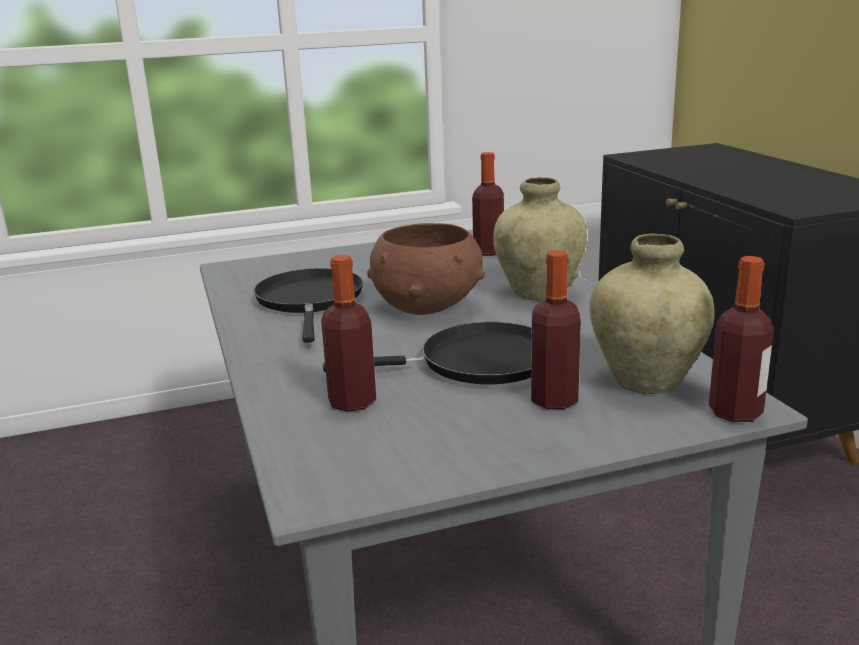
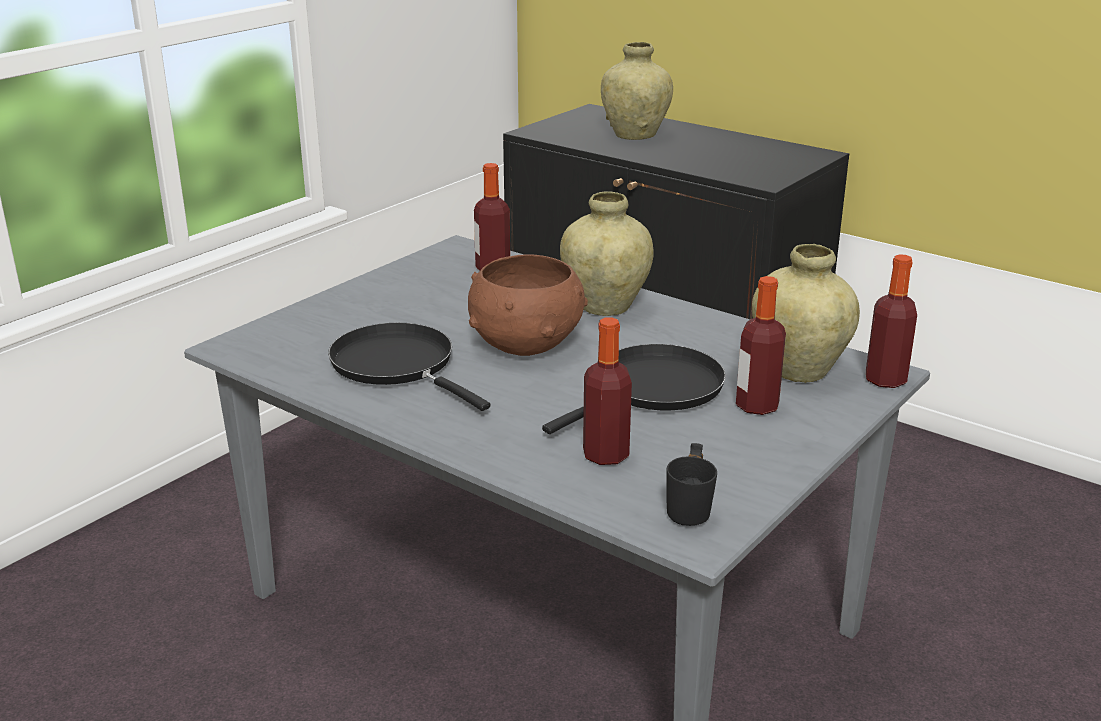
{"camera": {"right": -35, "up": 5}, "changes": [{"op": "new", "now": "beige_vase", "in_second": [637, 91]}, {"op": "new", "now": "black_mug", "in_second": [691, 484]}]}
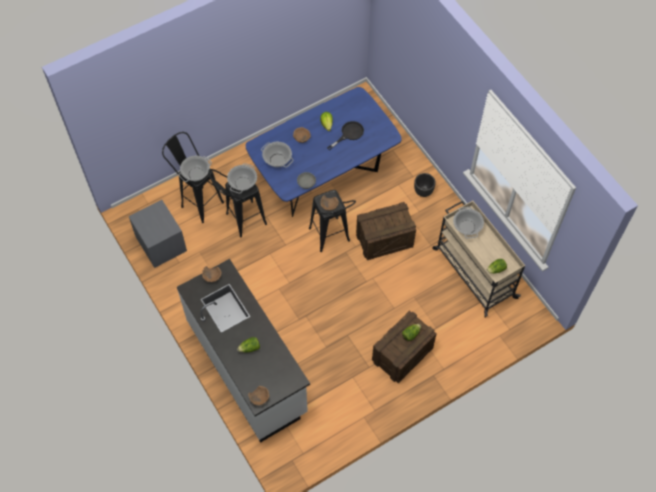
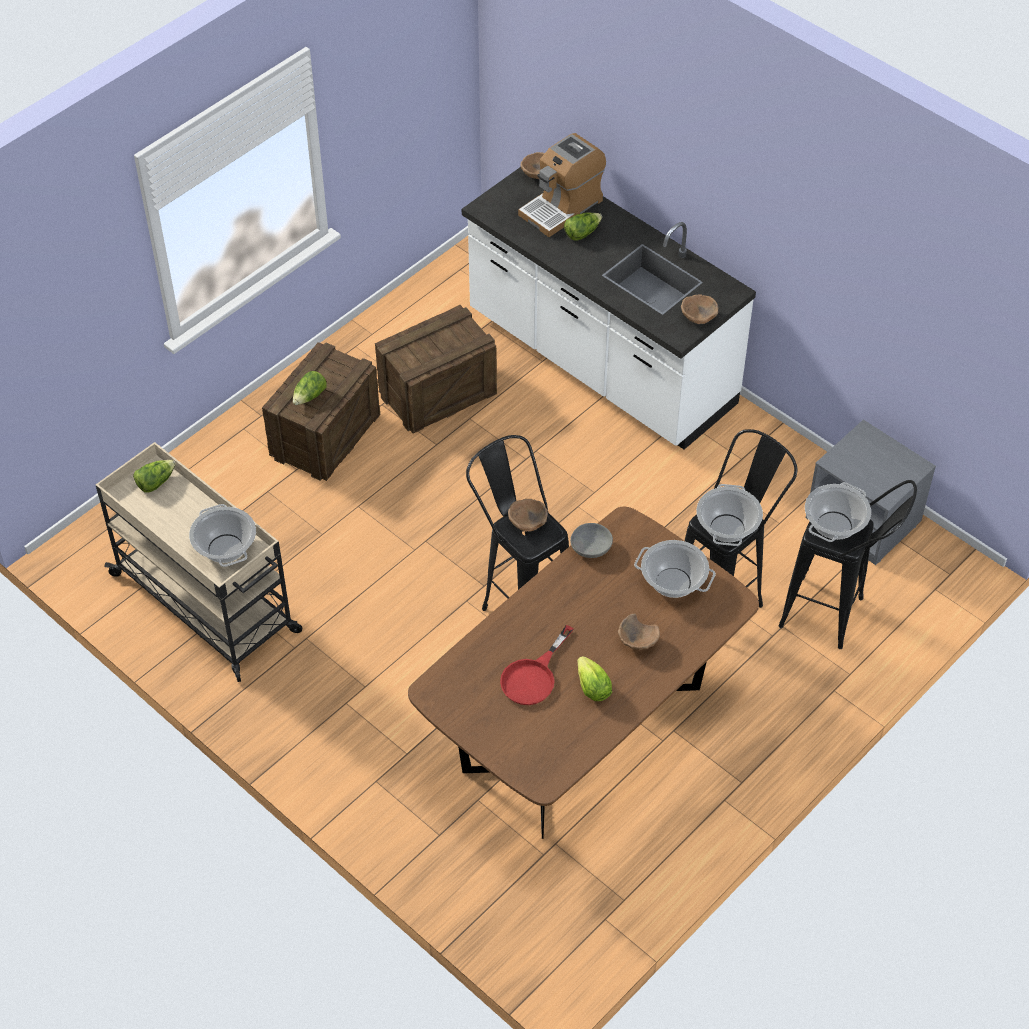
{"camera": {"right": 165, "up": -10}, "changes": [{"op": "repainted", "was": "blue_dining_table", "now": "brown_dining_table", "in_first": [324, 152], "in_second": [583, 673]}, {"op": "repainted", "was": "black_frying_pan", "now": "red_frying_pan", "in_first": [345, 135], "in_second": [536, 665]}, {"op": "gone", "was": "black_planter", "in_first": [425, 185]}, {"op": "shifted", "was": "crate", "in_first": [386, 231], "in_second": [436, 369]}, {"op": "new", "now": "coffee_machine", "in_second": [562, 185]}]}
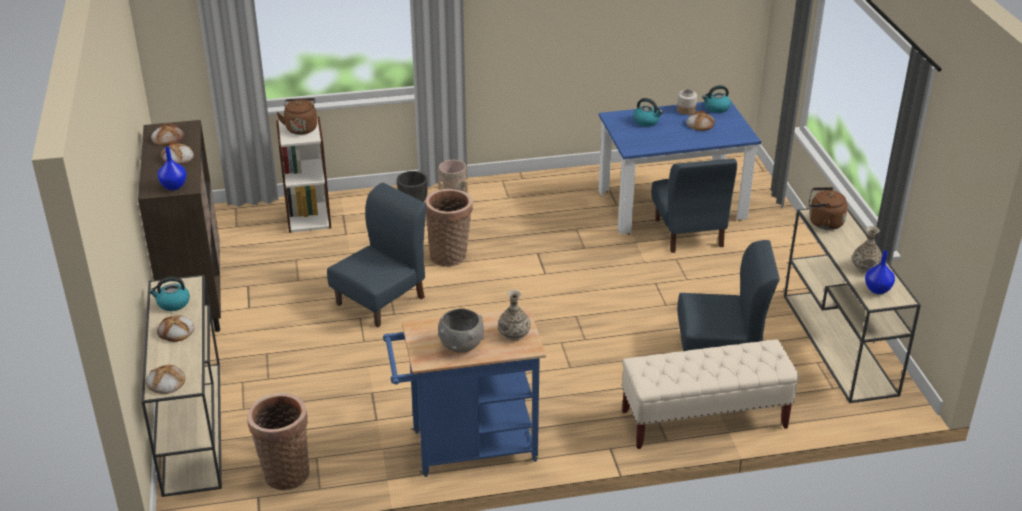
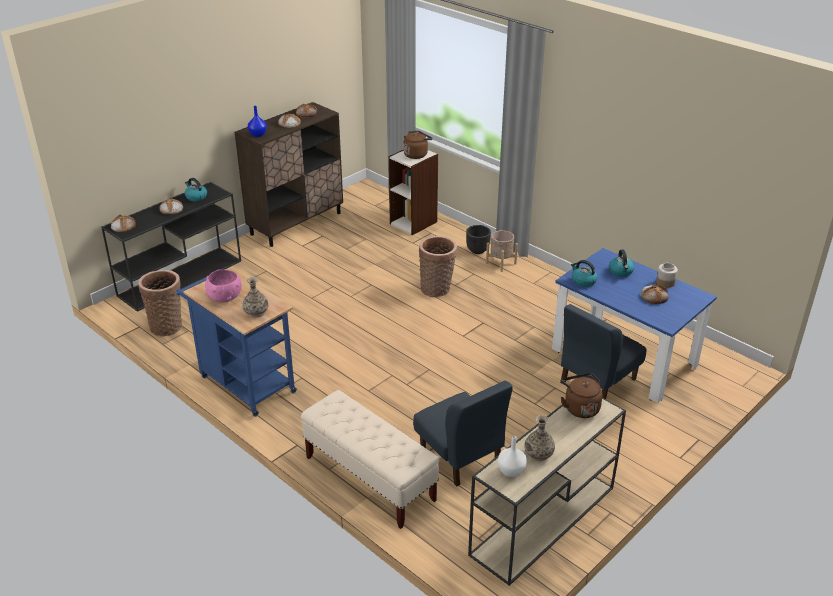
{"camera": {"right": 55, "up": 0}, "changes": [{"op": "shifted", "was": "kettle", "in_first": [716, 99], "in_second": [584, 273]}, {"op": "gone", "was": "blue_chair", "in_first": [376, 255]}, {"op": "repainted", "was": "blue_vase", "now": "white_vase", "in_first": [880, 272], "in_second": [512, 456]}, {"op": "repainted", "was": "beige_console_table", "now": "black_console_table", "in_first": [181, 386], "in_second": [171, 247]}, {"op": "repainted", "was": "grey_bowl", "now": "pink_bowl", "in_first": [461, 330], "in_second": [223, 286]}]}
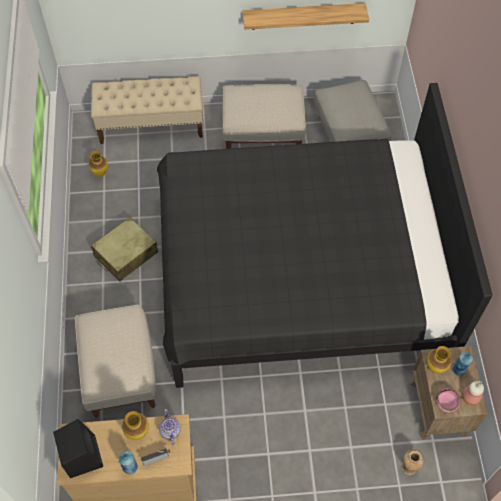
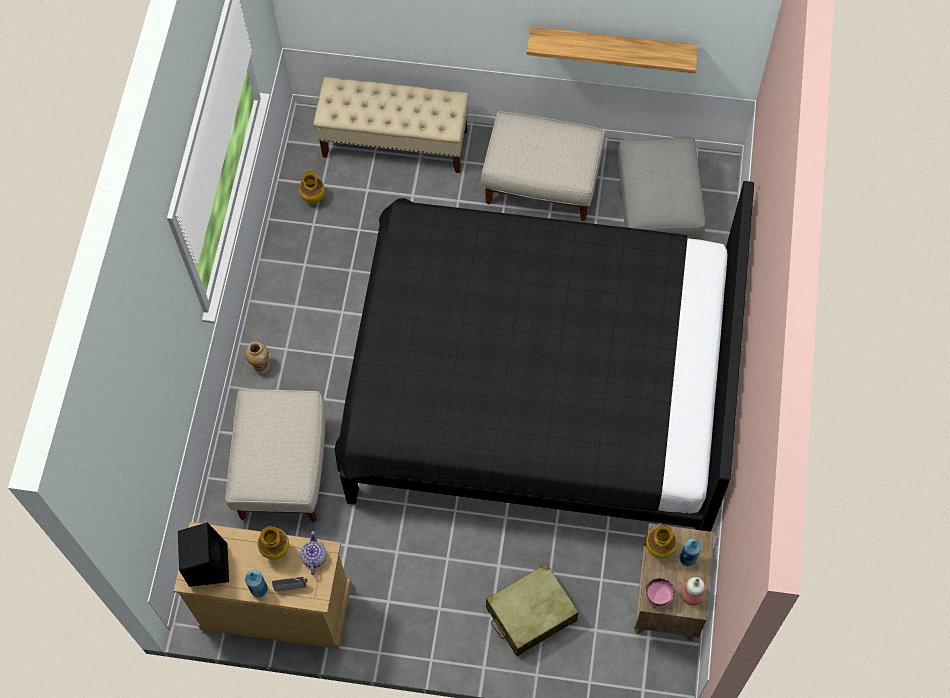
{"camera": {"right": 15, "up": 5}, "changes": [{"op": "shifted", "was": "beige_suitcase", "in_first": [124, 249], "in_second": [532, 609]}, {"op": "shifted", "was": "vase", "in_first": [413, 462], "in_second": [257, 357]}]}
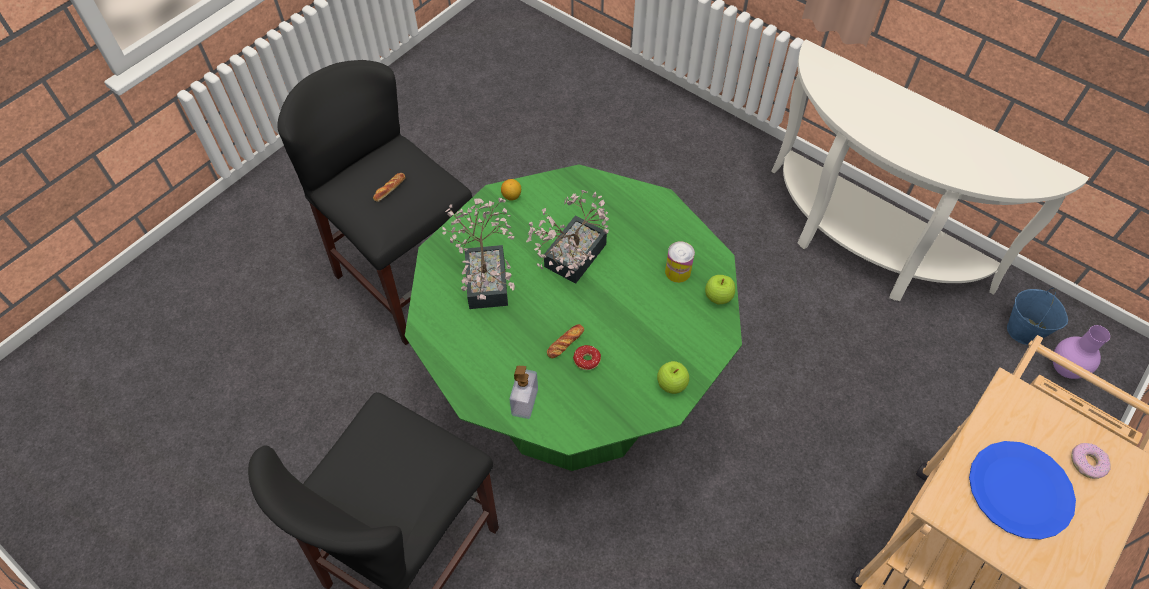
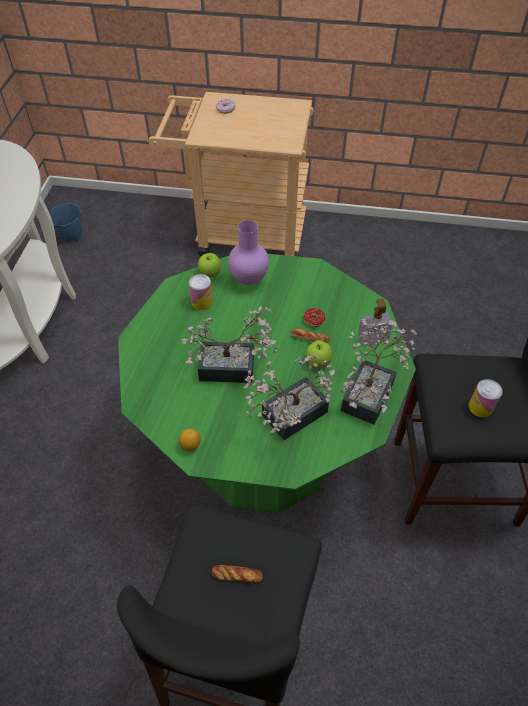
{"camera": {"right": -120, "up": -5}, "changes": [{"op": "shifted", "was": "purple_vase", "in_first": [1081, 352], "in_second": [248, 252]}, {"op": "shifted", "was": "apple", "in_first": [673, 377], "in_second": [319, 354]}, {"op": "gone", "was": "blue_plate", "in_first": [1022, 490]}, {"op": "new", "now": "potted_plant", "in_second": [379, 370]}, {"op": "new", "now": "can", "in_second": [486, 398]}]}
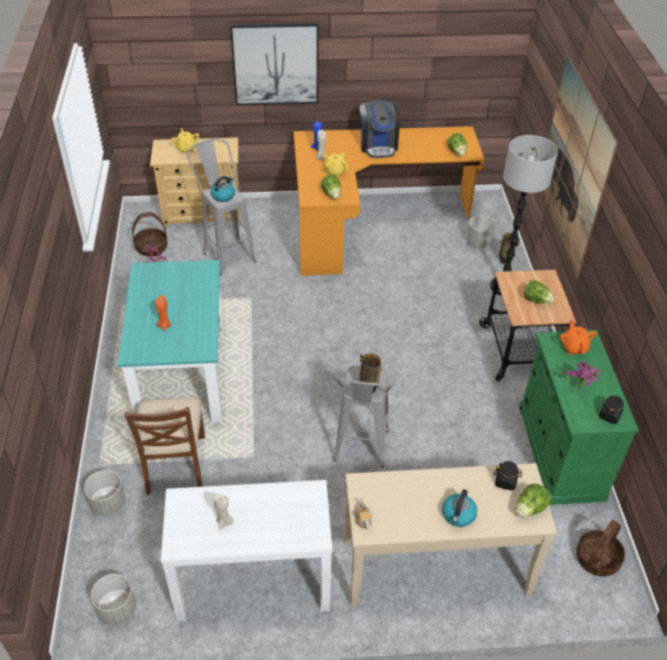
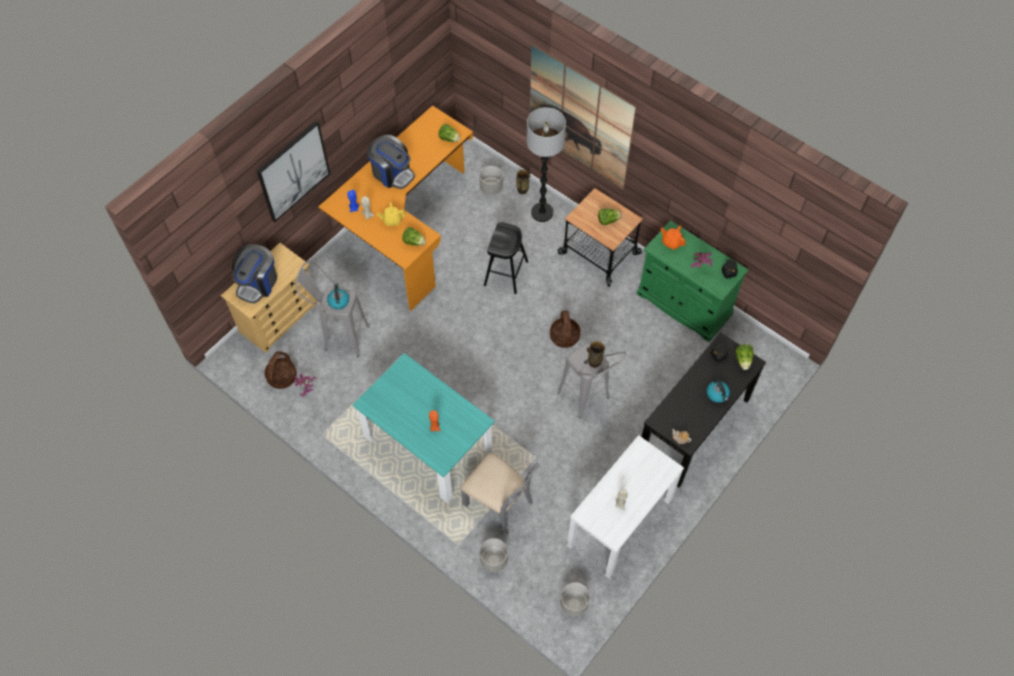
{"camera": {"right": -45, "up": 15}, "changes": [{"op": "swapped", "was": "yellow_teapot", "now": "coffee_machine", "in_first": [185, 141], "in_second": [254, 274]}, {"op": "repainted", "was": "brown_chair", "now": "grey_chair", "in_first": [165, 446], "in_second": [500, 494]}, {"op": "repainted", "was": "beige_console_table", "now": "black_console_table", "in_first": [450, 535], "in_second": [703, 410]}, {"op": "shifted", "was": "basket", "in_first": [601, 548], "in_second": [565, 329]}, {"op": "new", "now": "black_stool", "in_second": [506, 258]}]}
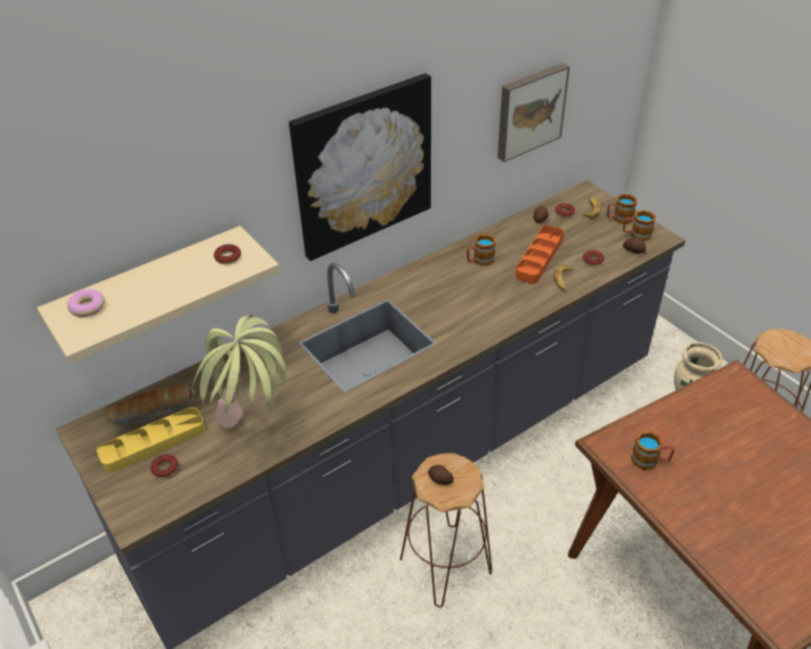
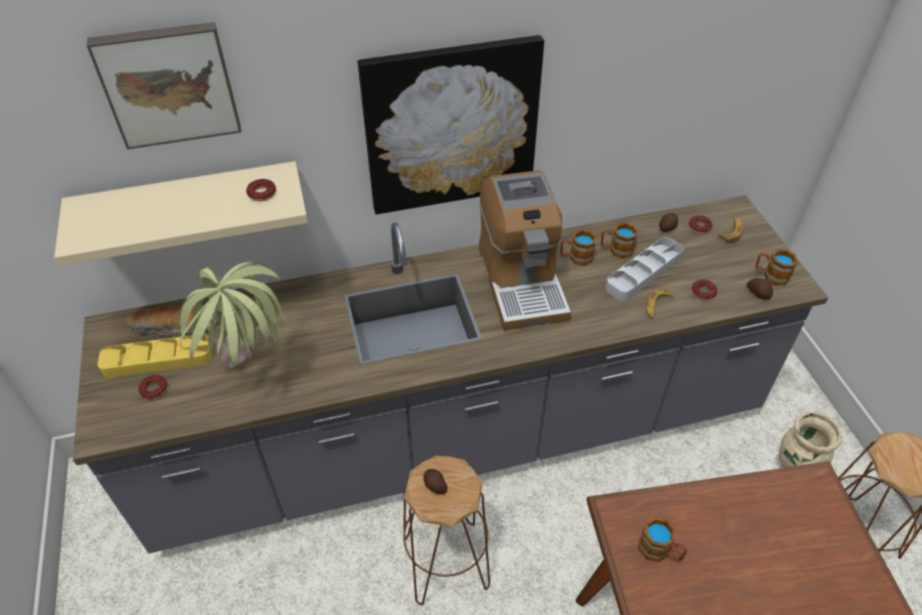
{"camera": {"right": 20, "up": 5}, "changes": [{"op": "shifted", "was": "picture", "in_first": [534, 112], "in_second": [163, 85]}, {"op": "shifted", "was": "mug", "in_first": [622, 209], "in_second": [620, 240]}, {"op": "repainted", "was": "orange_tray", "now": "grey_tray", "in_first": [540, 254], "in_second": [644, 269]}, {"op": "gone", "was": "donut", "in_first": [86, 303]}, {"op": "new", "now": "coffee_machine", "in_second": [525, 250]}]}
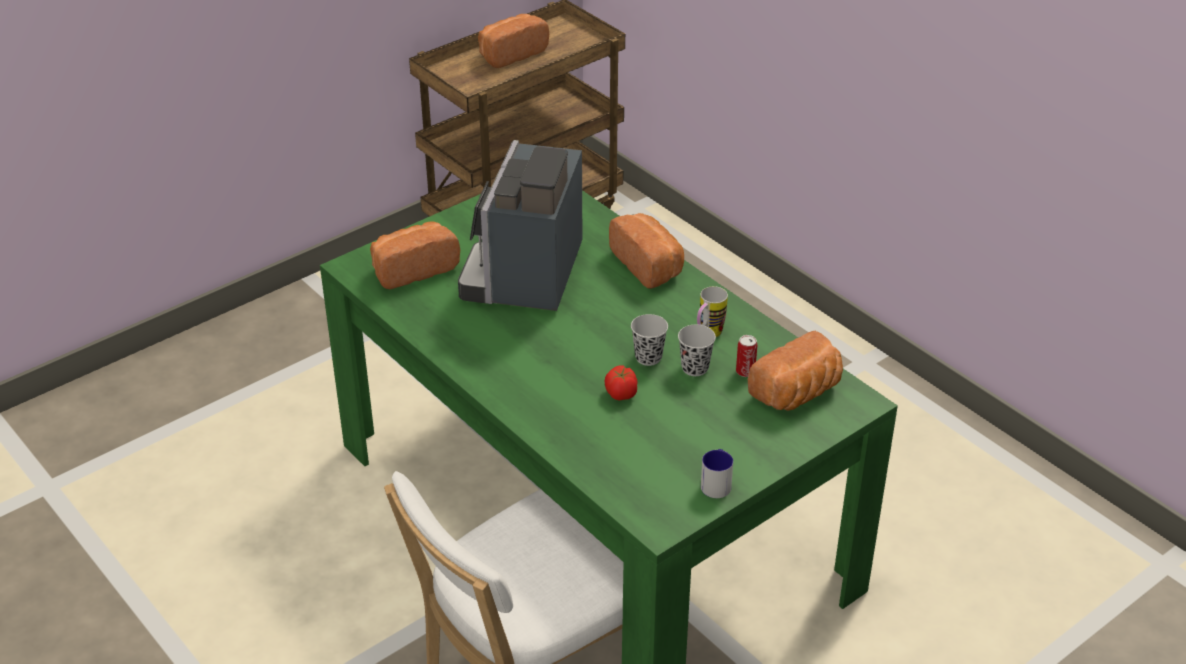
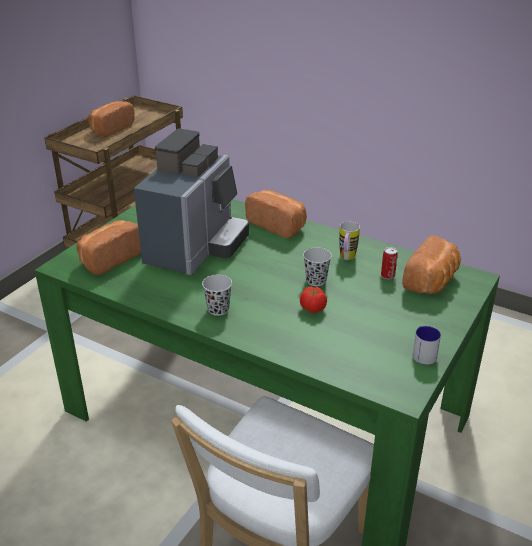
{"camera": {"right": -20, "up": -5}, "changes": [{"op": "rotated", "was": "coffee_machine", "in_first": [520, 225], "in_second": [191, 202], "clockwise": -150}, {"op": "shifted", "was": "black_cup", "in_first": [697, 350], "in_second": [217, 295]}]}
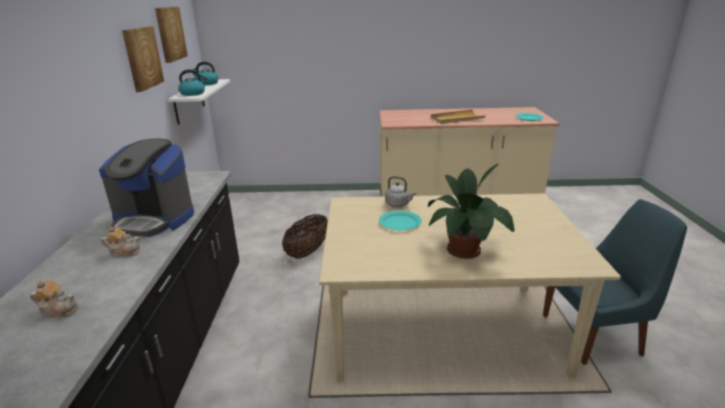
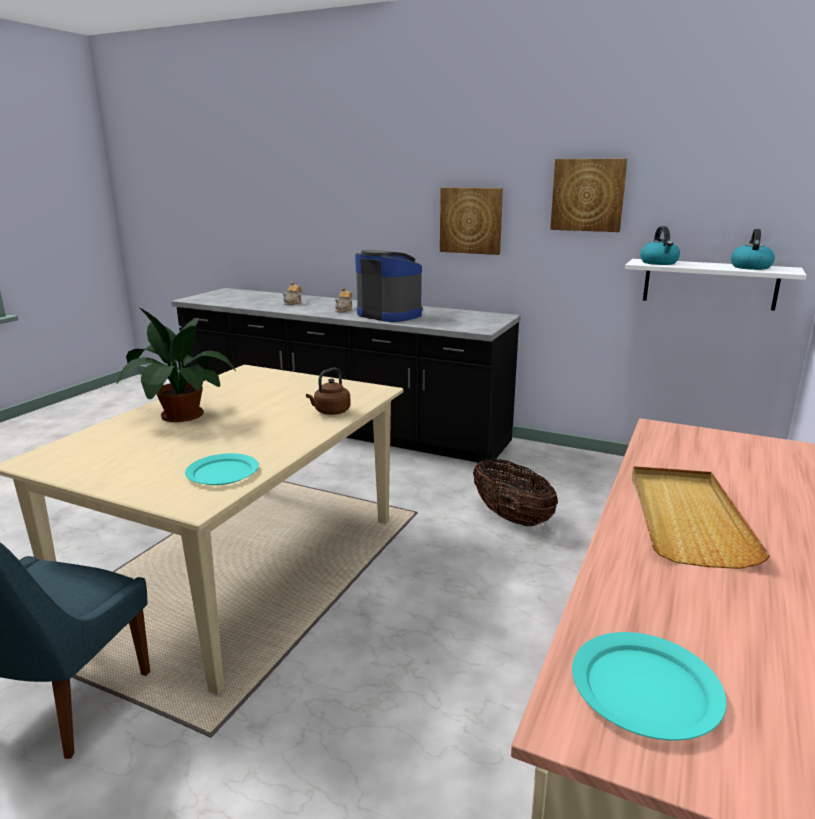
{"camera": {"right": 115, "up": -5}, "changes": [{"op": "shifted", "was": "picture", "in_first": [171, 35], "in_second": [471, 221]}, {"op": "rotated", "was": "coffee_machine", "in_first": [146, 188], "in_second": [389, 286], "clockwise": 90}, {"op": "repainted", "was": "grey_kettle", "now": "brown_kettle", "in_first": [400, 191], "in_second": [328, 391]}, {"op": "shifted", "was": "turquoise_plate", "in_first": [400, 221], "in_second": [222, 469]}]}
